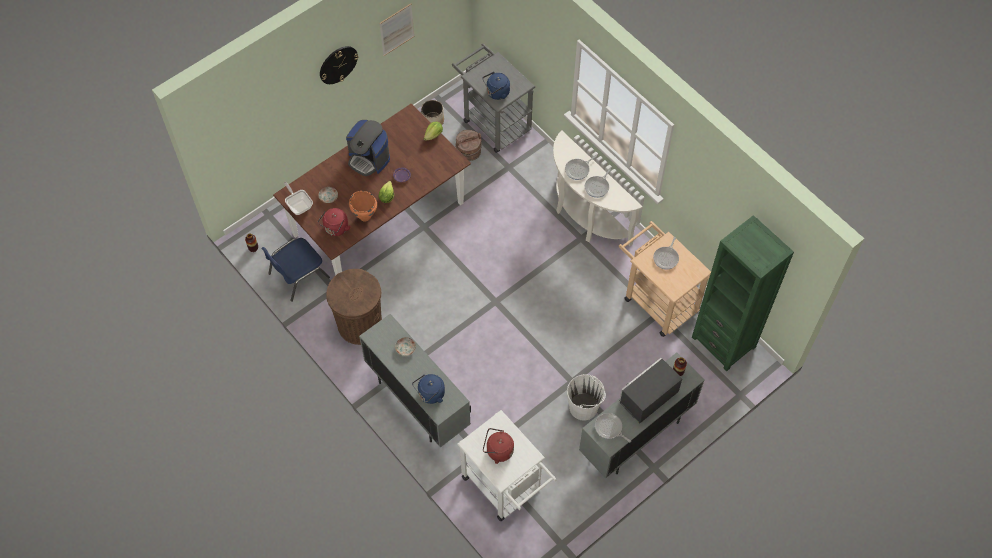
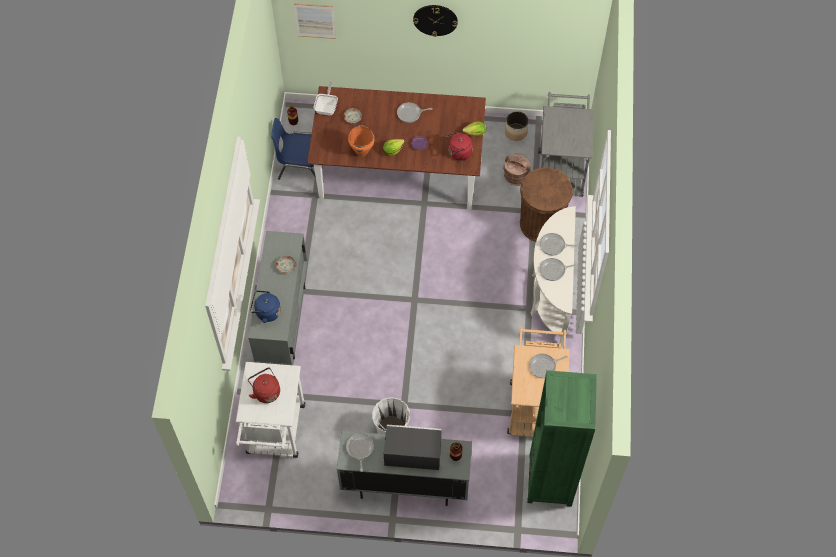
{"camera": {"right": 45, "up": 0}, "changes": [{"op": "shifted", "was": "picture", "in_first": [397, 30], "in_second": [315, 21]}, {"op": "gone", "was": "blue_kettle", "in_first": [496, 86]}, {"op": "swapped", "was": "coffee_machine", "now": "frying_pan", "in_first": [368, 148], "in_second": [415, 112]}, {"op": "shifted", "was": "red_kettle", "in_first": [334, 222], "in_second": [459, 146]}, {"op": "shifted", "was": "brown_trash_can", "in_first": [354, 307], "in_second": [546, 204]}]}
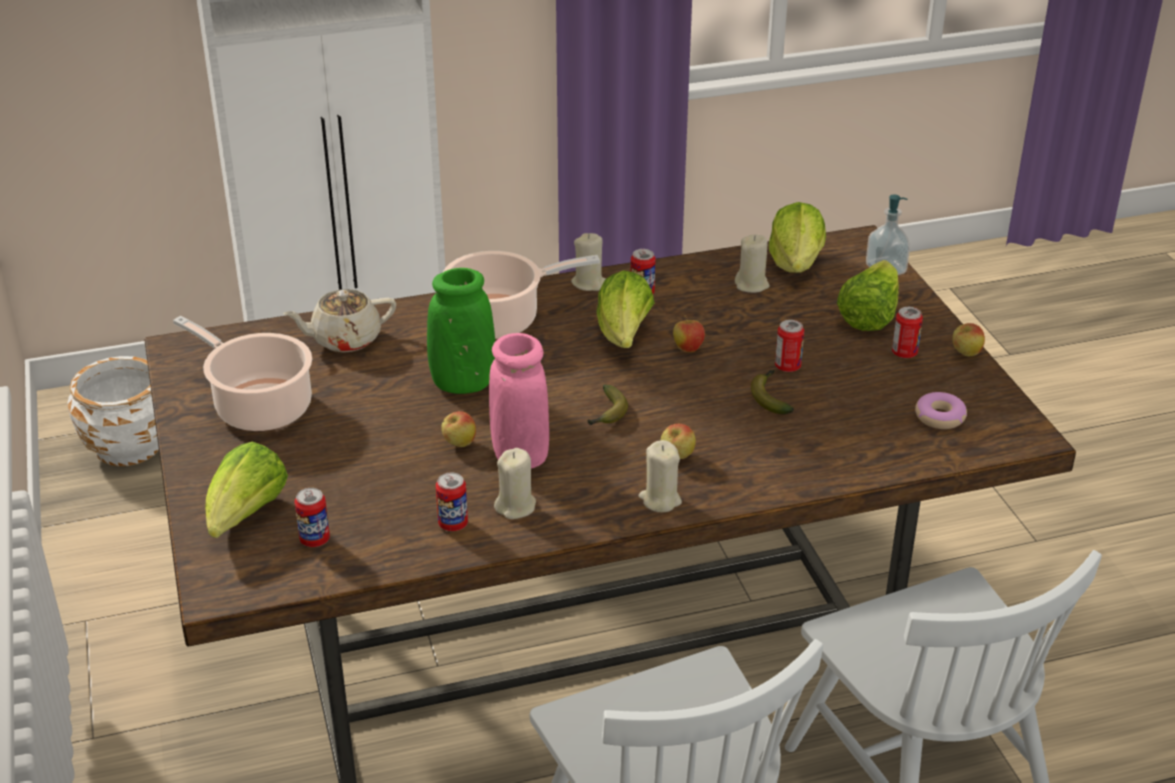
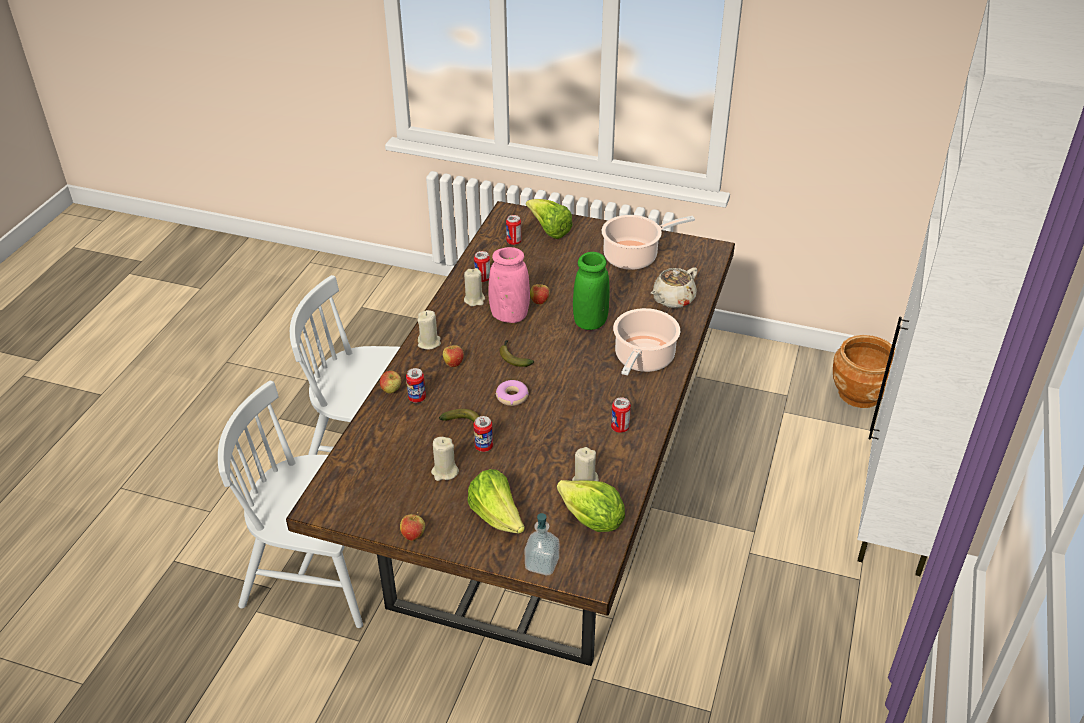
{"camera": {"right": 125, "up": 5}, "changes": [{"op": "shifted", "was": "beige_candle", "in_first": [588, 262], "in_second": [445, 459]}, {"op": "gone", "was": "lettuce", "in_first": [625, 309]}, {"op": "rotated", "was": "beige_teapot", "in_first": [339, 320], "in_second": [674, 287], "clockwise": -150}, {"op": "shifted", "was": "can", "in_first": [907, 332], "in_second": [416, 385]}, {"op": "shifted", "was": "apple", "in_first": [689, 333], "in_second": [390, 382]}, {"op": "repainted", "was": "white_planter", "now": "brown_planter", "in_first": [113, 411], "in_second": [864, 371]}, {"op": "shifted", "was": "donut", "in_first": [941, 410], "in_second": [512, 393]}]}
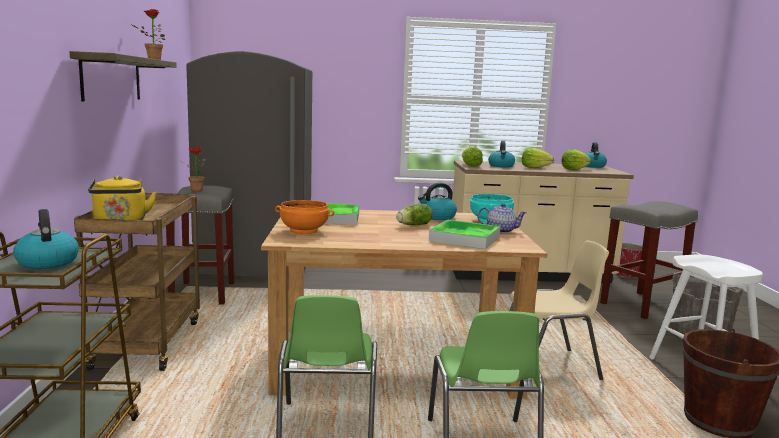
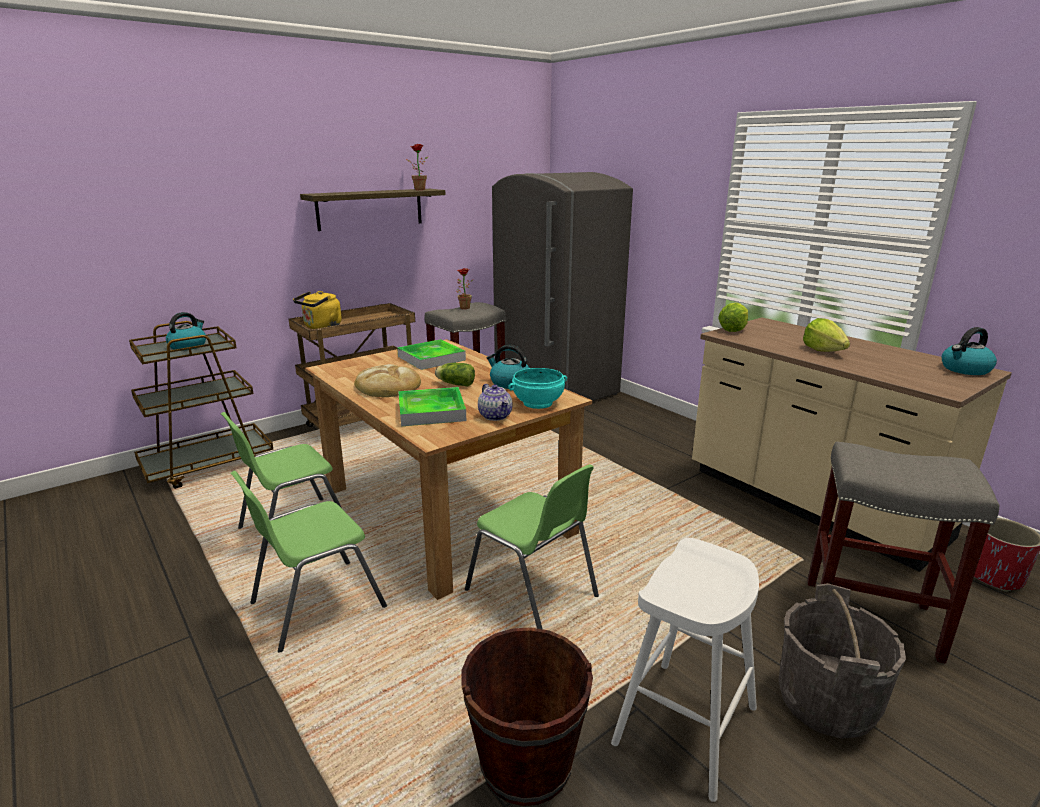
{"camera": {"right": 55, "up": 10}, "changes": [{"op": "gone", "was": "kettle", "in_first": [501, 154]}, {"op": "gone", "was": "lettuce", "in_first": [576, 159]}, {"op": "gone", "was": "orange_bowl", "in_first": [304, 217]}, {"op": "repainted", "was": "beige_chair", "now": "green_chair", "in_first": [559, 310], "in_second": [532, 546]}, {"op": "new", "now": "bread", "in_second": [387, 380]}]}
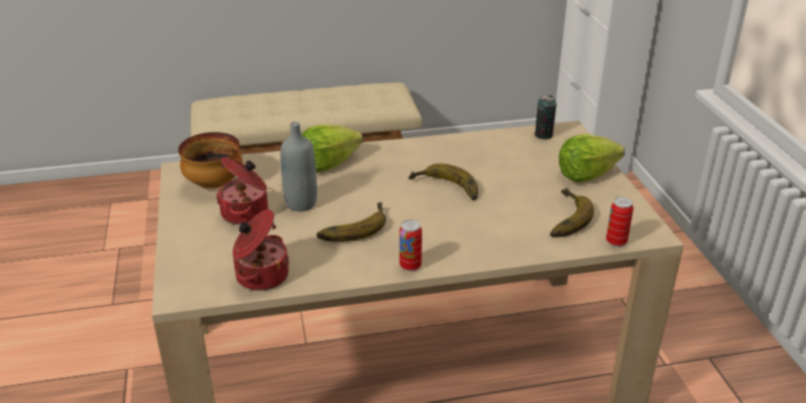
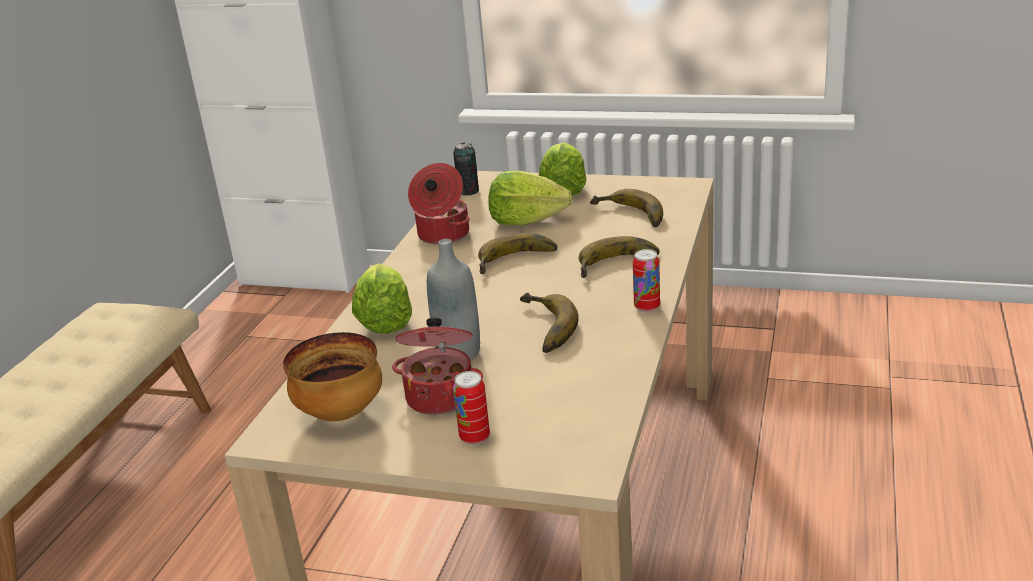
{"camera": {"right": -60, "up": -5}, "changes": [{"op": "shifted", "was": "can", "in_first": [619, 222], "in_second": [471, 408]}, {"op": "shifted", "was": "cooking_pot", "in_first": [261, 250], "in_second": [439, 203]}, {"op": "new", "now": "lettuce", "in_second": [530, 198]}, {"op": "new", "now": "banana", "in_second": [619, 257]}]}
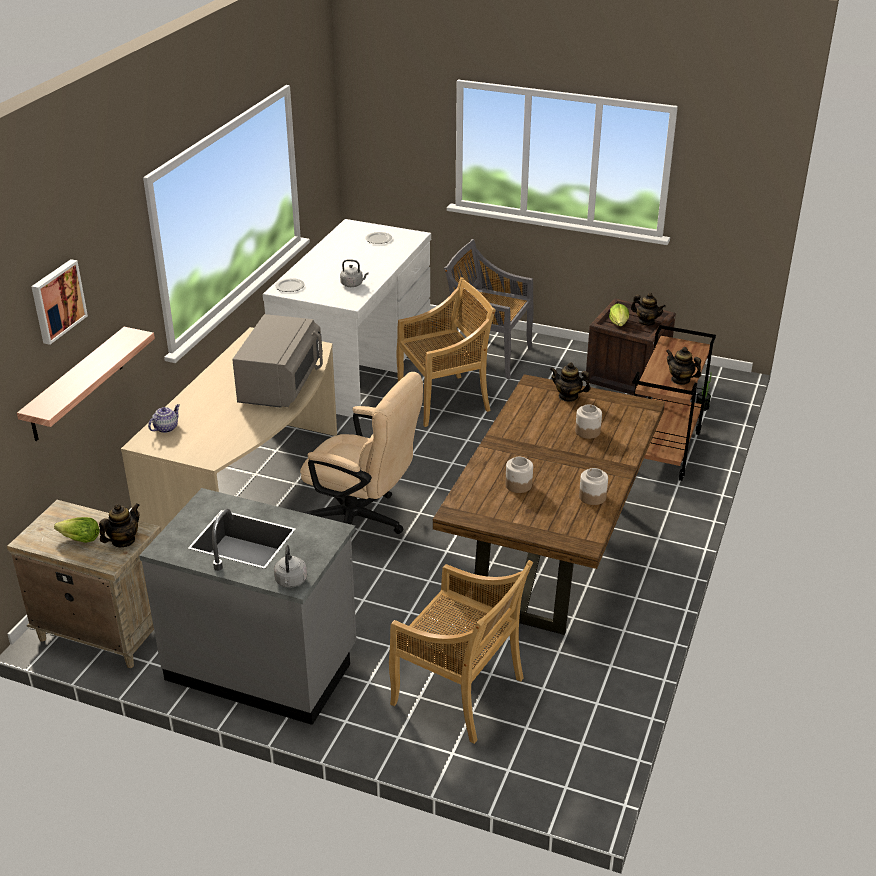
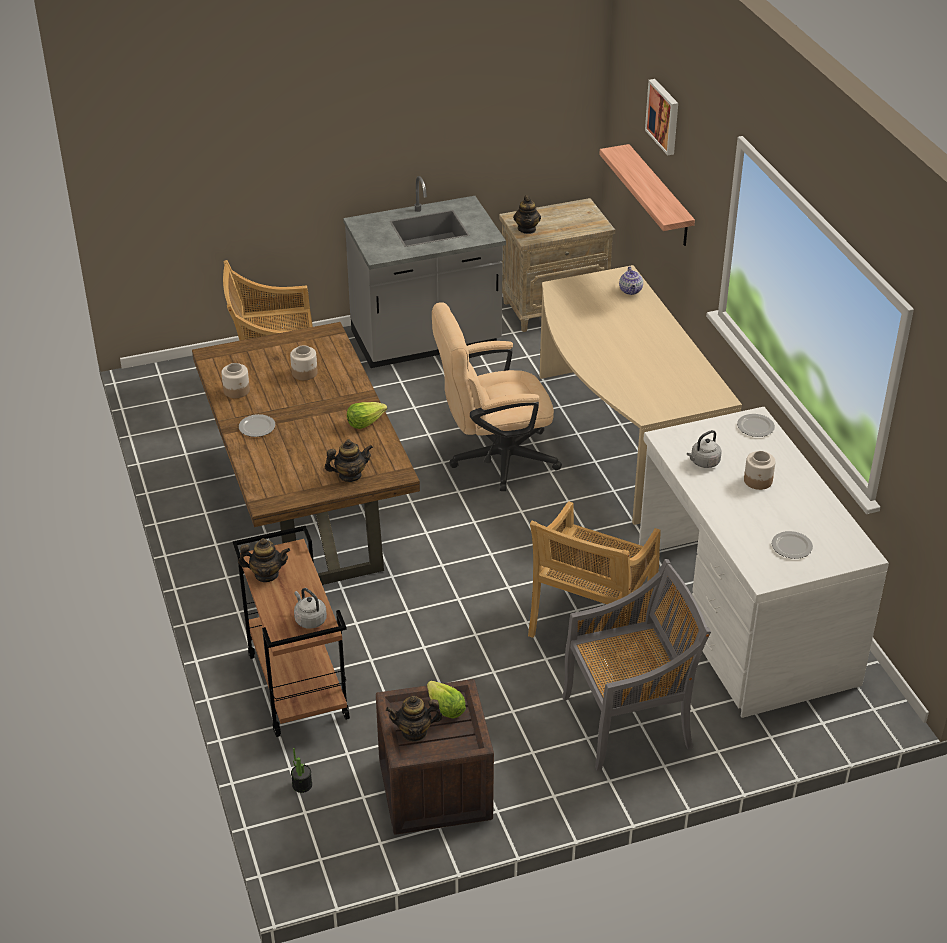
{"camera": {"right": 140, "up": 5}, "changes": [{"op": "gone", "was": "grey_microwave", "in_first": [277, 361]}, {"op": "shifted", "was": "jar", "in_first": [588, 421], "in_second": [760, 470]}, {"op": "shifted", "was": "lettuce", "in_first": [77, 530], "in_second": [367, 415]}, {"op": "shifted", "was": "grey_kettle", "in_first": [290, 566], "in_second": [310, 608]}, {"op": "new", "now": "plate", "in_second": [257, 425]}]}
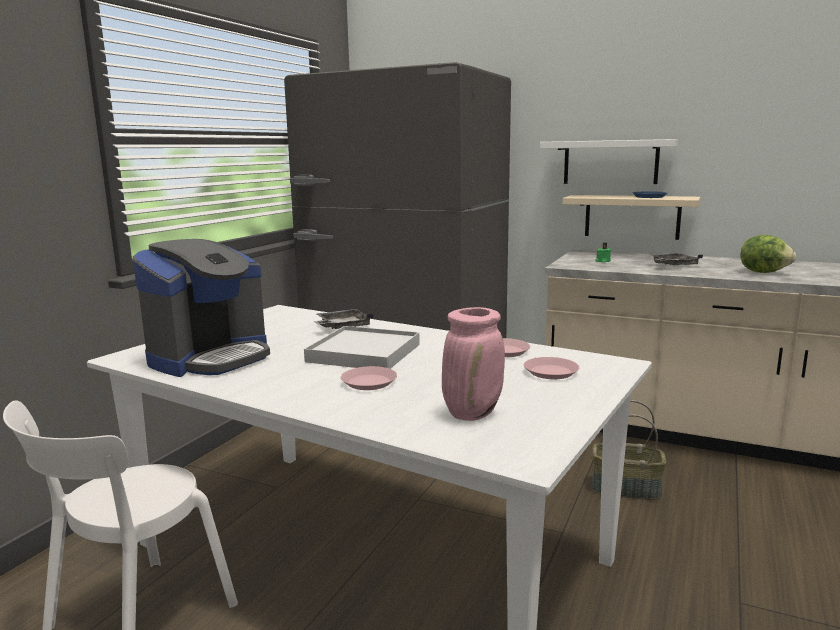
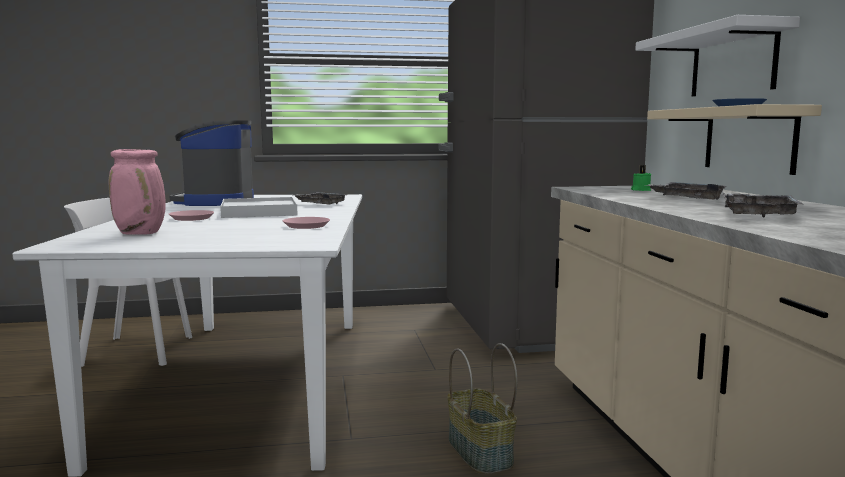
{"camera": {"right": 55, "up": -5}, "changes": [{"op": "swapped", "was": "lettuce", "now": "grey_tray", "in_first": [768, 254], "in_second": [762, 205]}, {"op": "rotated", "was": "coffee_machine", "in_first": [201, 308], "in_second": [212, 163], "clockwise": 90}, {"op": "gone", "was": "pink_plate", "in_first": [551, 368]}]}
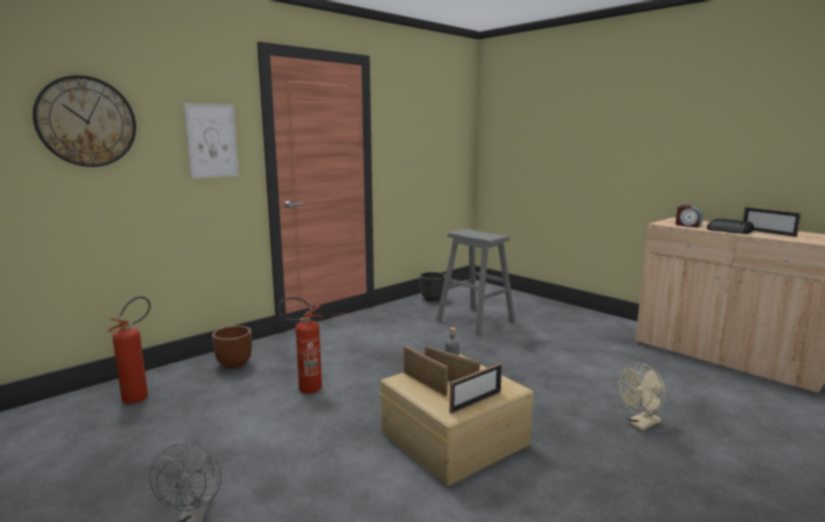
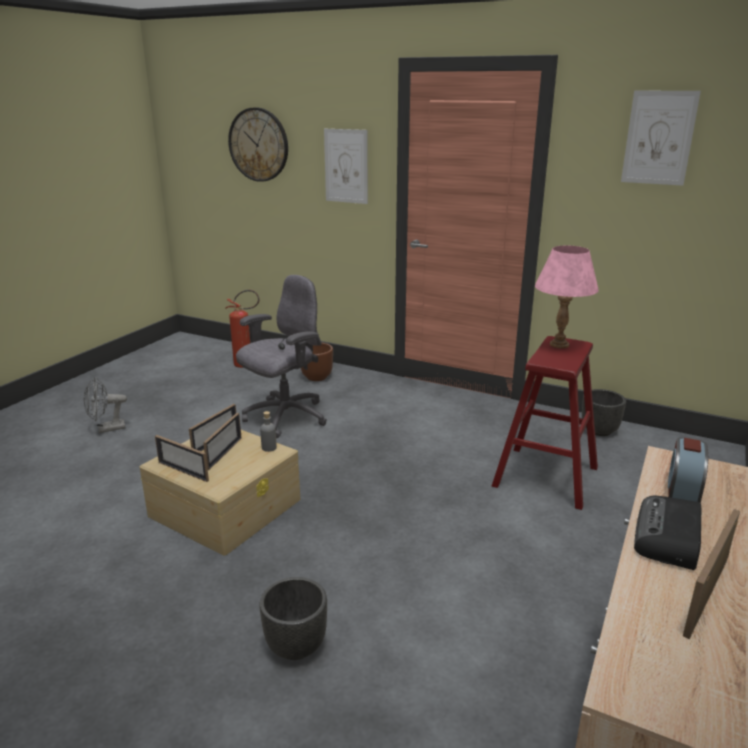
{"camera": {"right": 70, "up": 10}, "changes": [{"op": "repainted", "was": "grey_stool", "now": "red_stool", "in_first": [475, 282], "in_second": [545, 423]}, {"op": "swapped", "was": "fire_extinguisher", "now": "grey_office_chair", "in_first": [300, 345], "in_second": [281, 356]}, {"op": "swapped", "was": "beige_fan", "now": "black_planter", "in_first": [642, 397], "in_second": [293, 618]}, {"op": "new", "now": "picture", "in_second": [661, 138]}, {"op": "new", "now": "pink_table_lamp", "in_second": [567, 297]}]}
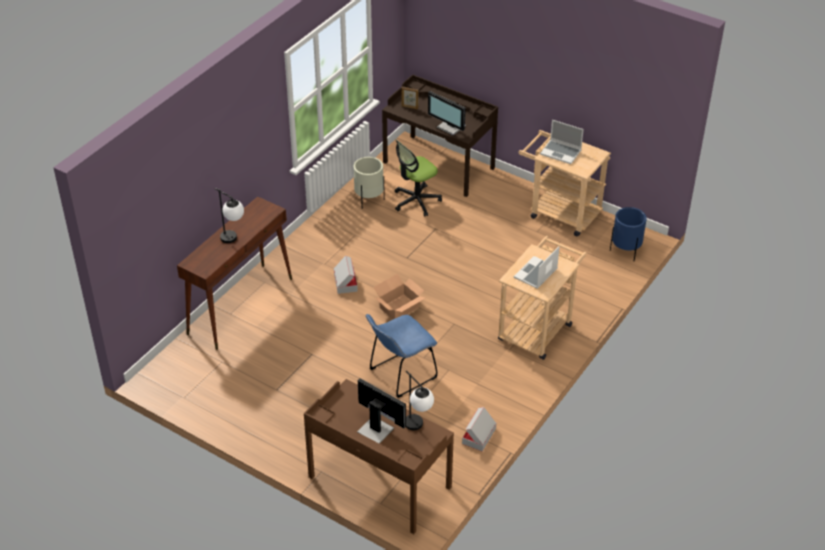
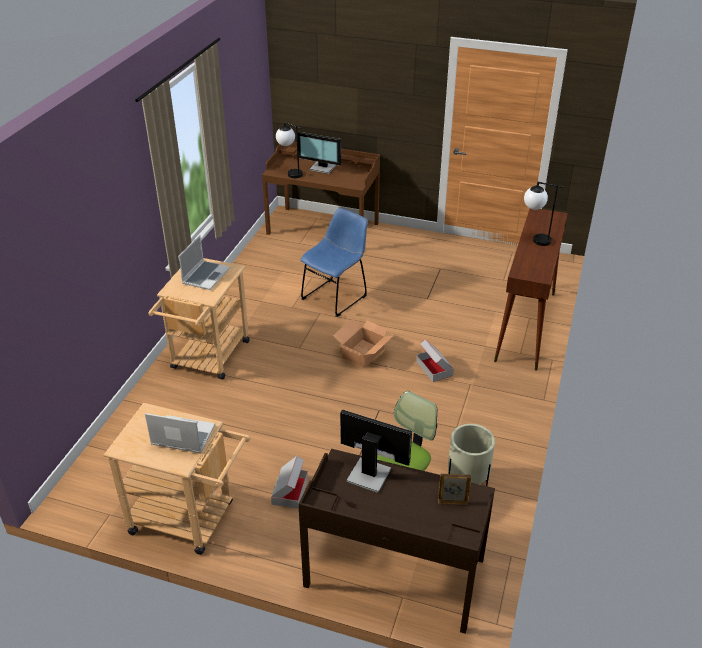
{"camera": {"right": 165, "up": -5}, "changes": [{"op": "gone", "was": "blue_planter", "in_first": [628, 234]}, {"op": "shifted", "was": "cardboard_box", "in_first": [479, 429], "in_second": [289, 482]}]}
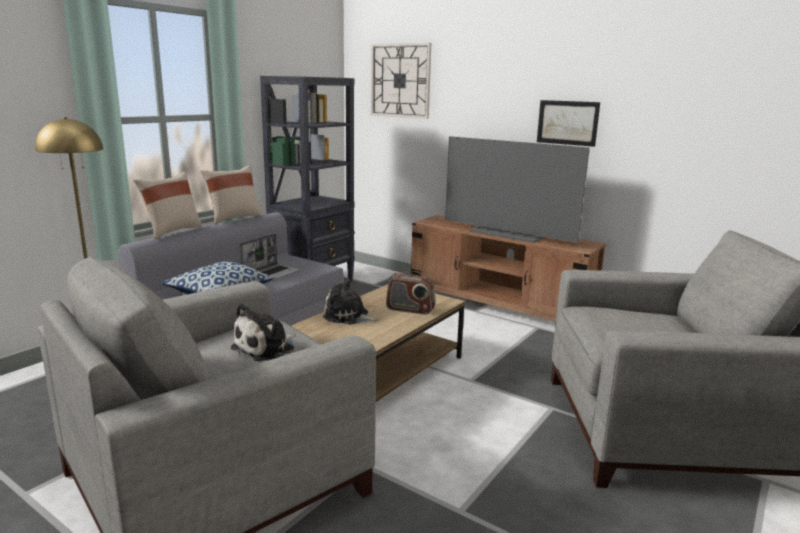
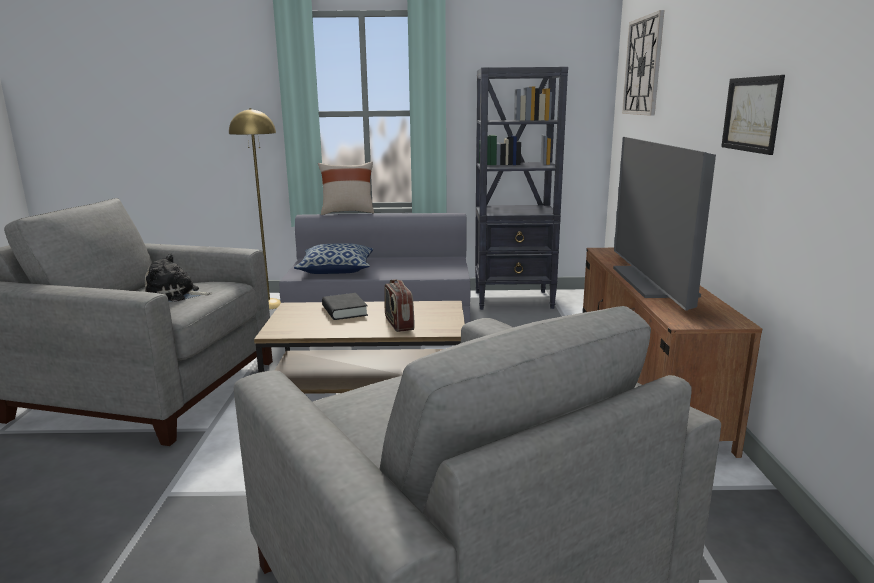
{"camera": {"right": 55, "up": 0}, "changes": [{"op": "gone", "was": "beige_pillow", "in_first": [231, 195]}, {"op": "gone", "was": "laptop", "in_first": [270, 258]}, {"op": "swapped", "was": "plush_toy", "now": "black_book", "in_first": [351, 302], "in_second": [345, 306]}]}
